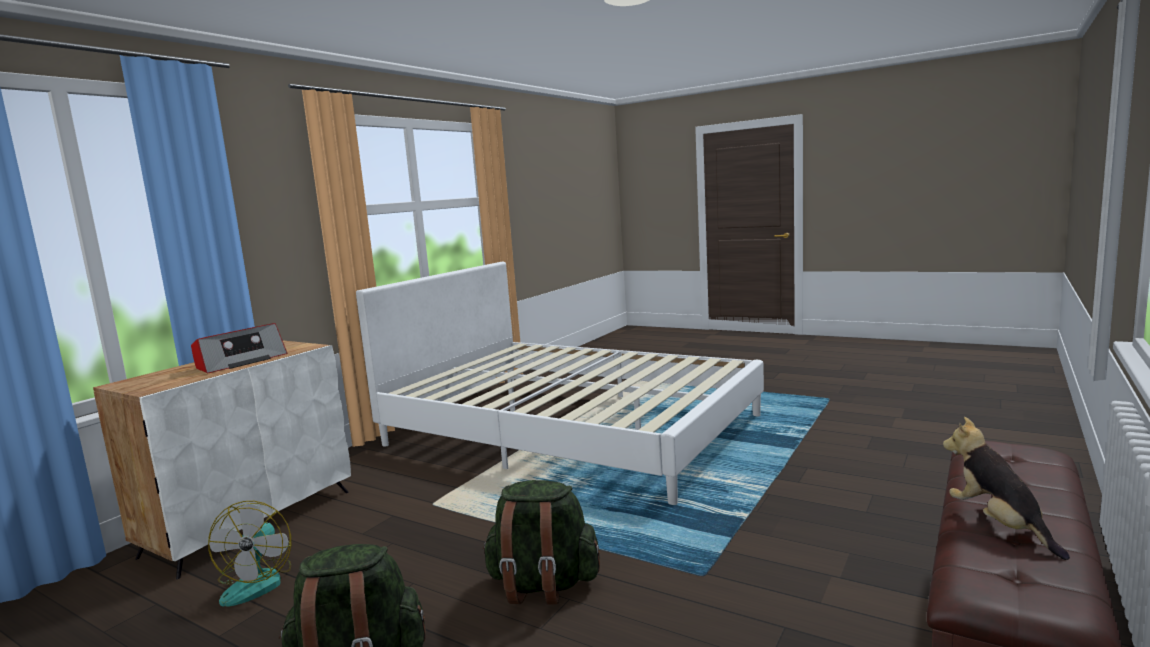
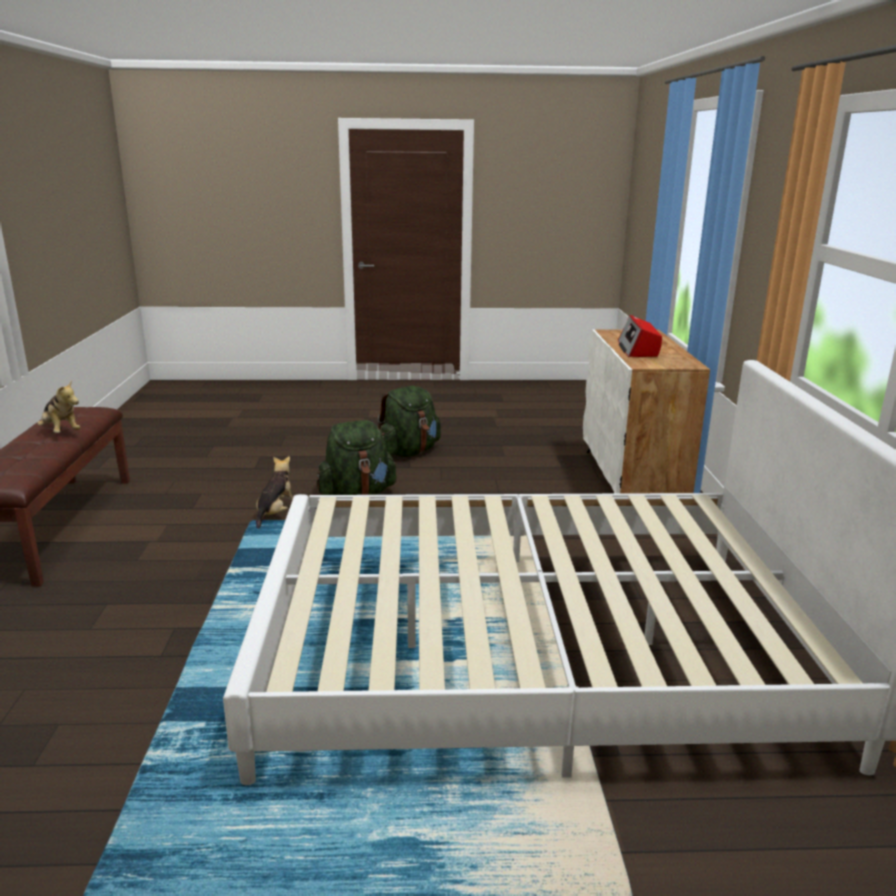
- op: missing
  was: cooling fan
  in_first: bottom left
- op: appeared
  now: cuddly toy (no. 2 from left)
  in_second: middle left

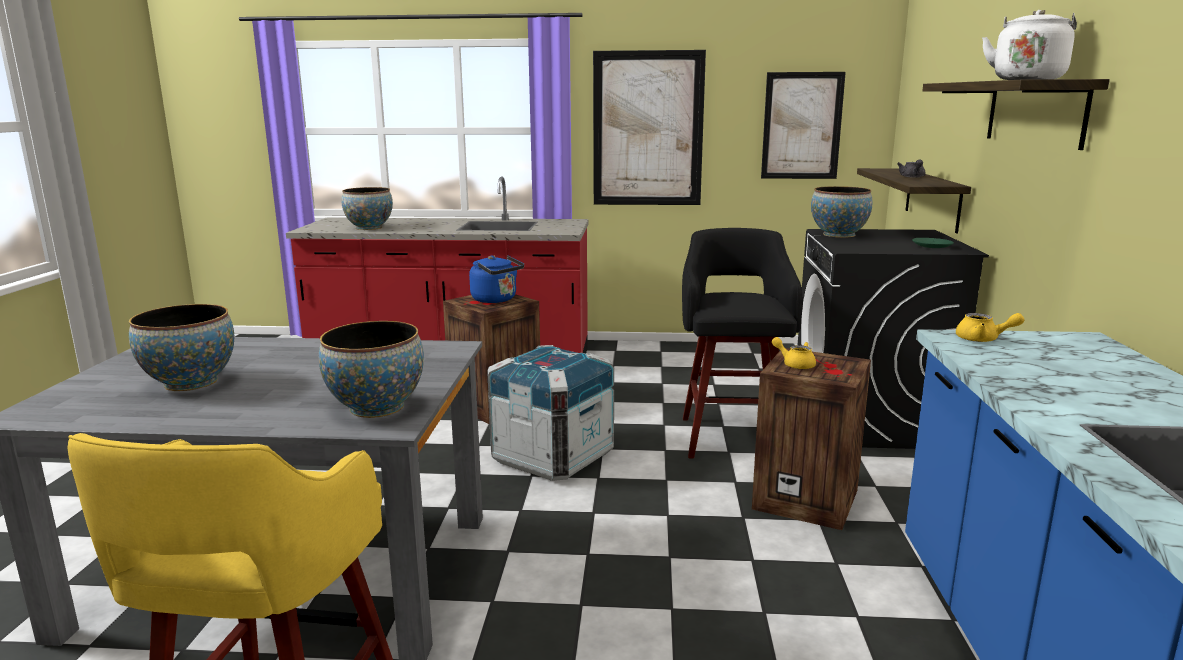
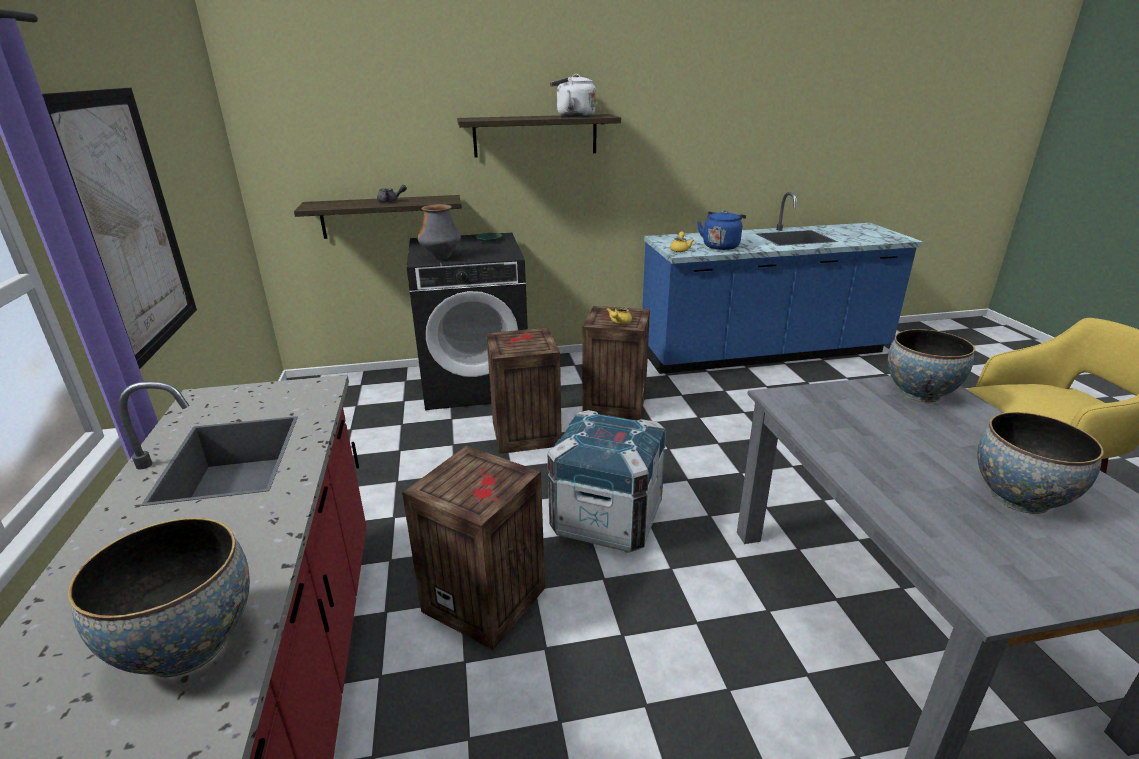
- op: relocated
  was: blue-coloured water kettle
  in_first: centre
  in_second: top centre
- op: exchanged
  was: black-coloured stool
  now: shipping crate (no. 2 from left)
  in_first: centre
  in_second: centre
- op: missing
  was: wall picture (no. 2 from left)
  in_first: top right
- op: exchanged
  was: serving bowl (no. 4 from left)
  now: flower vase
  in_first: top right
  in_second: top centre

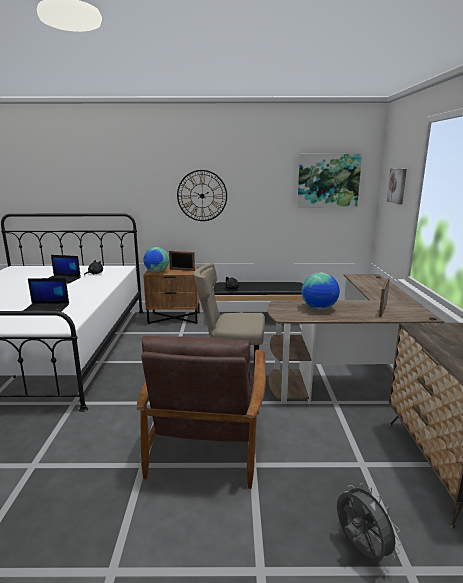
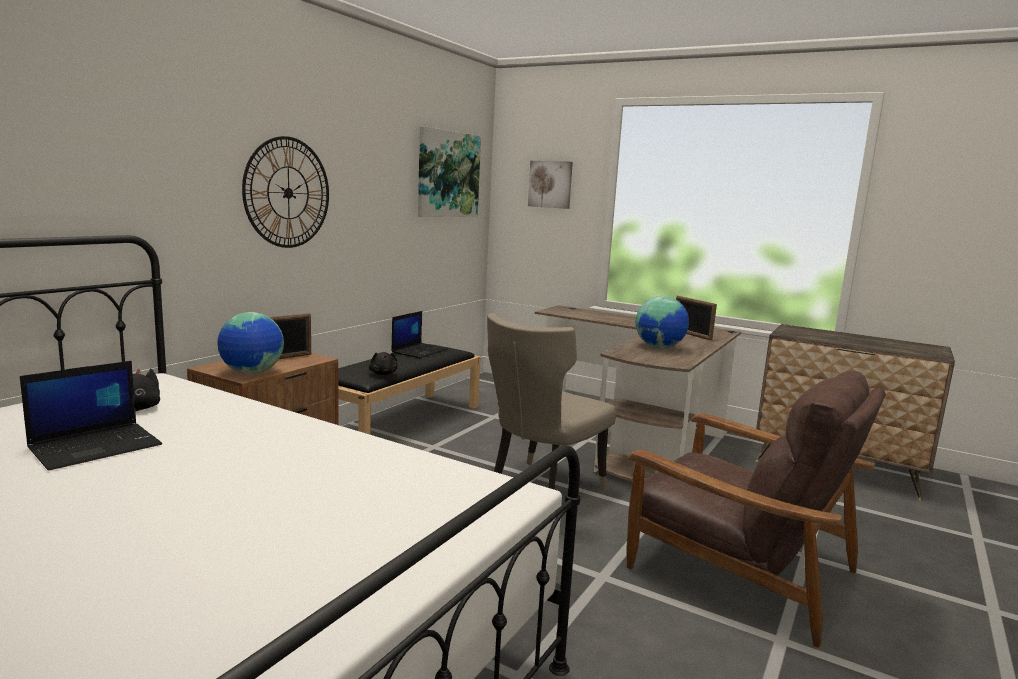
- op: relocated
  was: notebook computer (no. 1 from left in the first image)
  now: notebook computer (no. 2 from left)
  in_first: middle left
  in_second: centre
- op: missing
  was: gray cooling fan
  in_first: bottom right

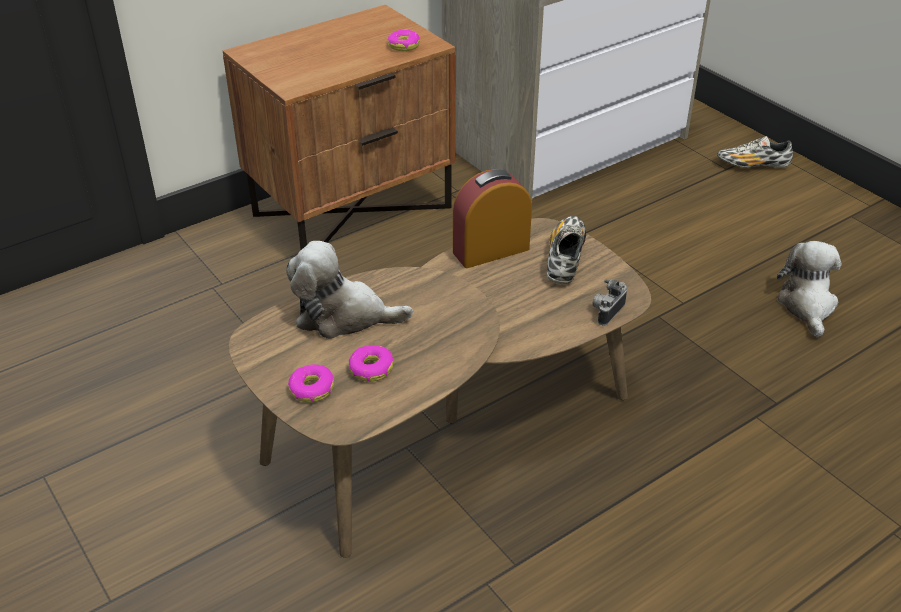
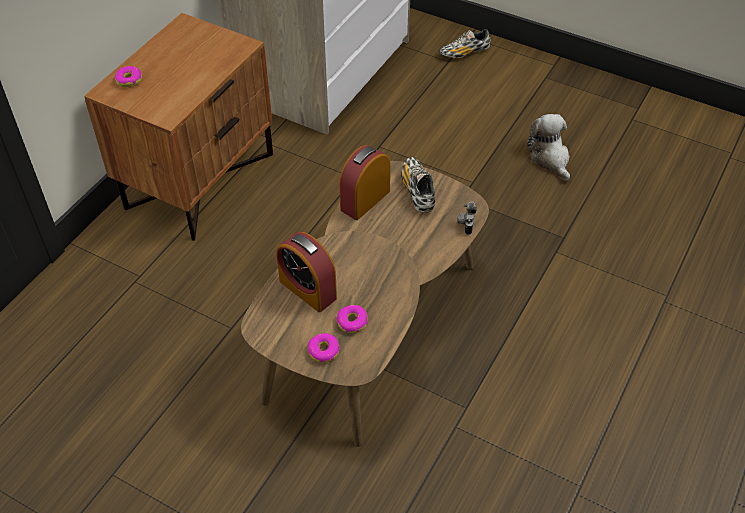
- op: exchanged
  was: cuddly toy (no. 1 from left)
  now: bedside clock (no. 1 from left)
  in_first: centre
  in_second: centre
- op: relocated
  was: ring doughnut (no. 3 from left in the first image)
  now: ring doughnut (no. 1 from left)
  in_first: top centre
  in_second: top left

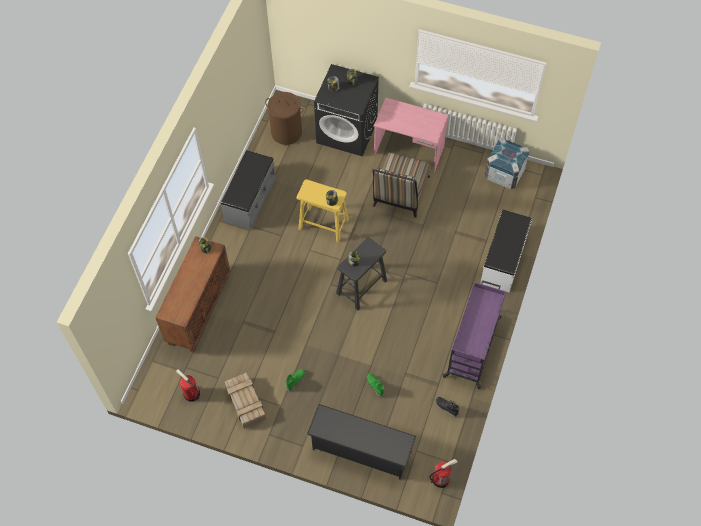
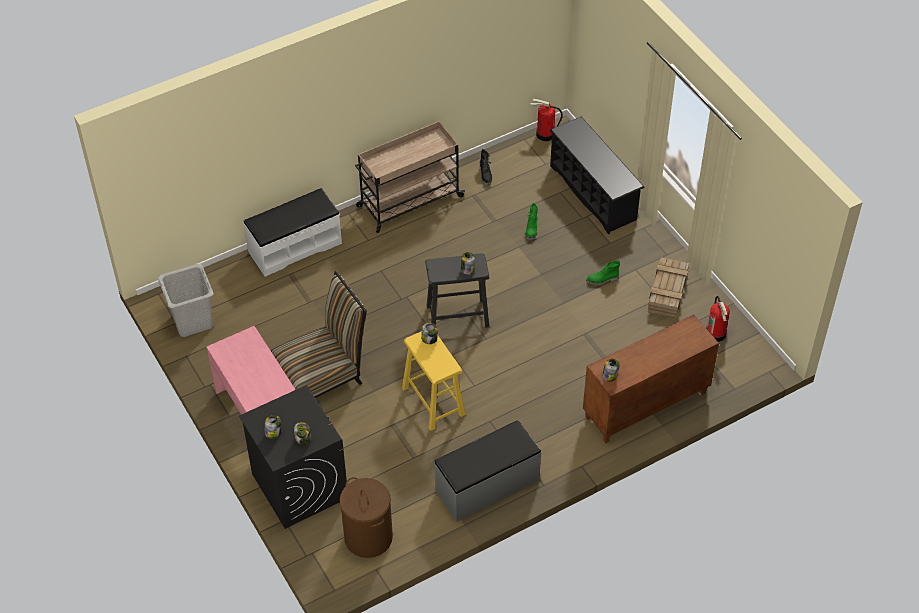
- op: colour
  was: purplish cart
  now: sand-coloured cart
  in_first: middle right
  in_second: top centre
- op: exchanged
  was: shipping crate (no. 2 from left)
  now: gray laundry basket
  in_first: top right
  in_second: middle left

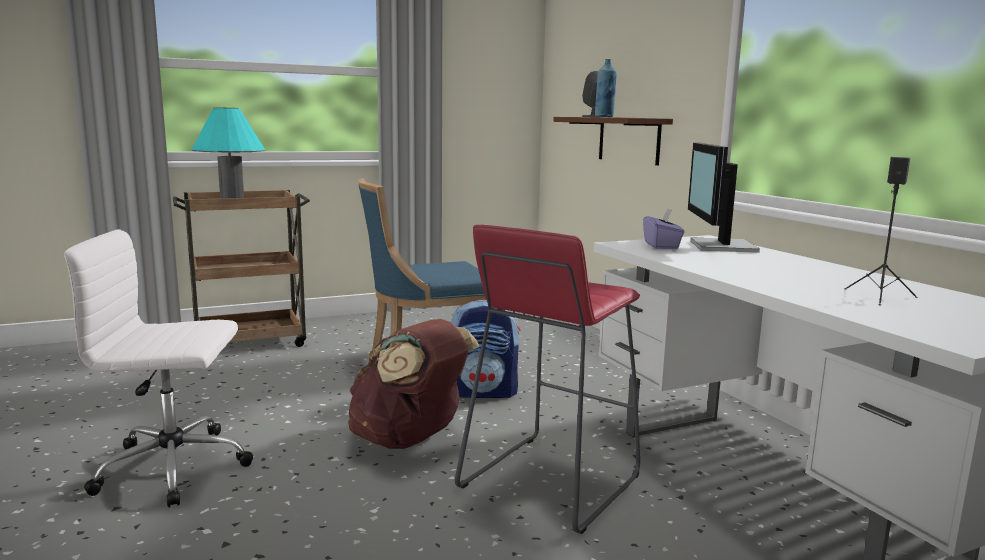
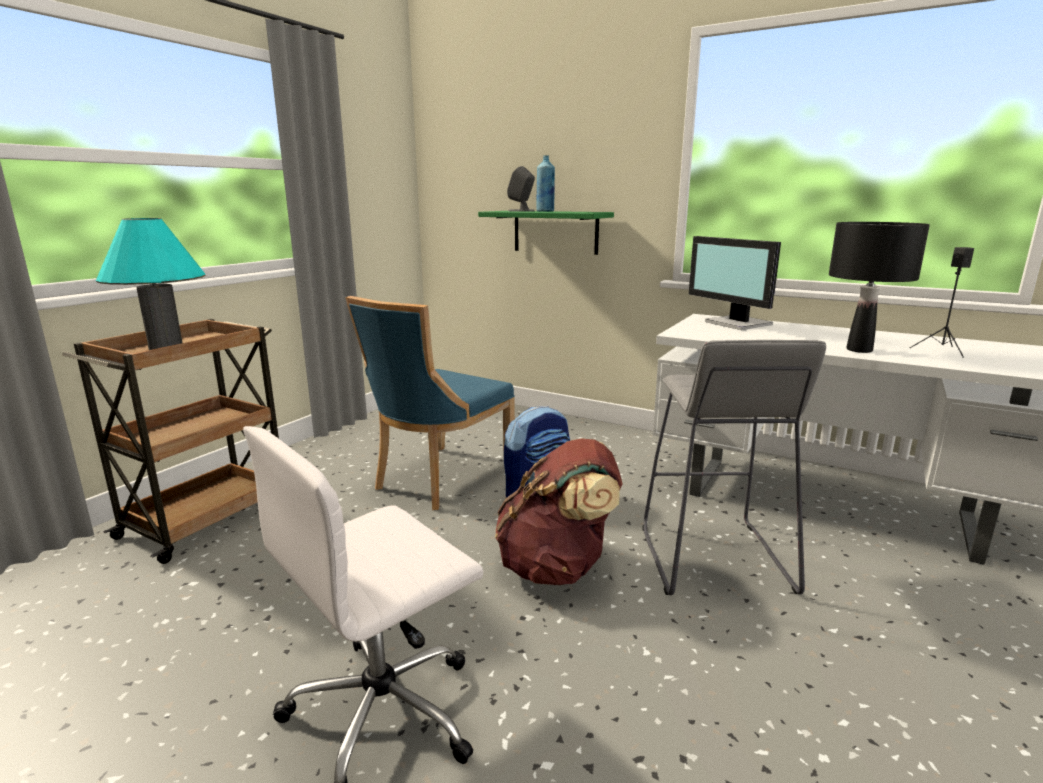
- op: colour
  was: red-coloured stool
  now: gray stool
  in_first: bottom centre
  in_second: middle right
- op: colour
  was: brown wall shelf
  now: green wall shelf
  in_first: top centre
  in_second: top centre
- op: missing
  was: purplish box of tissues
  in_first: middle right
- op: appeared
  now: black-coloured tabletop lamp
  in_second: middle right

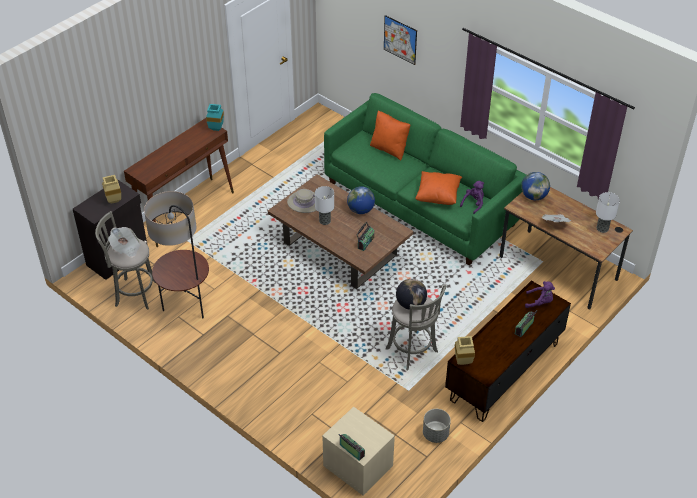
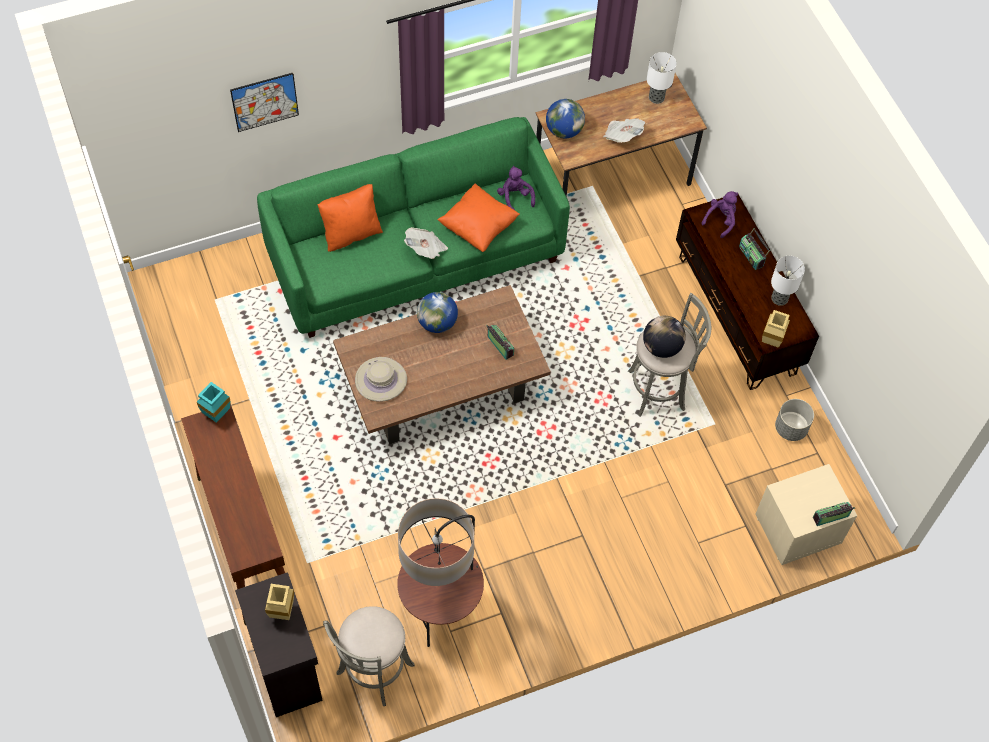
- op: relocated
  was: daily paper (no. 1 from left)
  in_first: middle left
  in_second: top centre
- op: relocated
  was: tabletop lamp (no. 1 from left in the first image)
  now: tabletop lamp (no. 2 from left)
  in_first: centre
  in_second: middle right

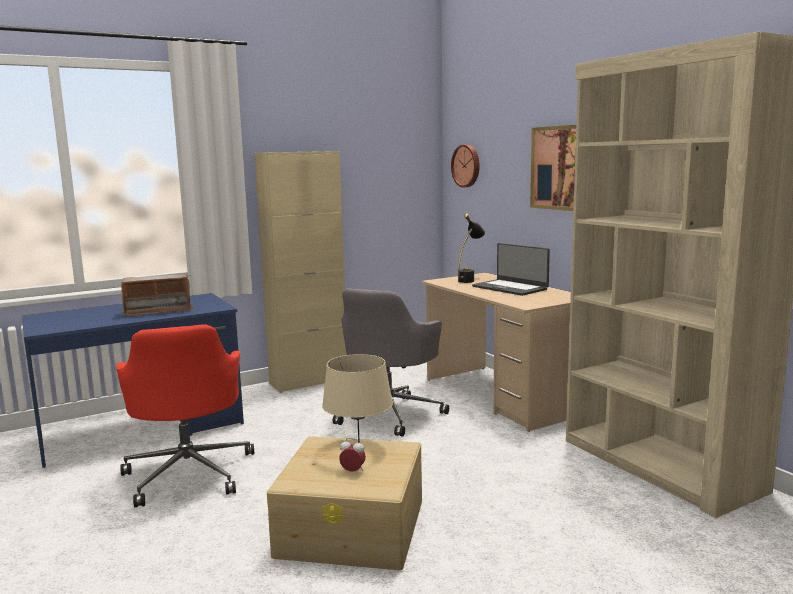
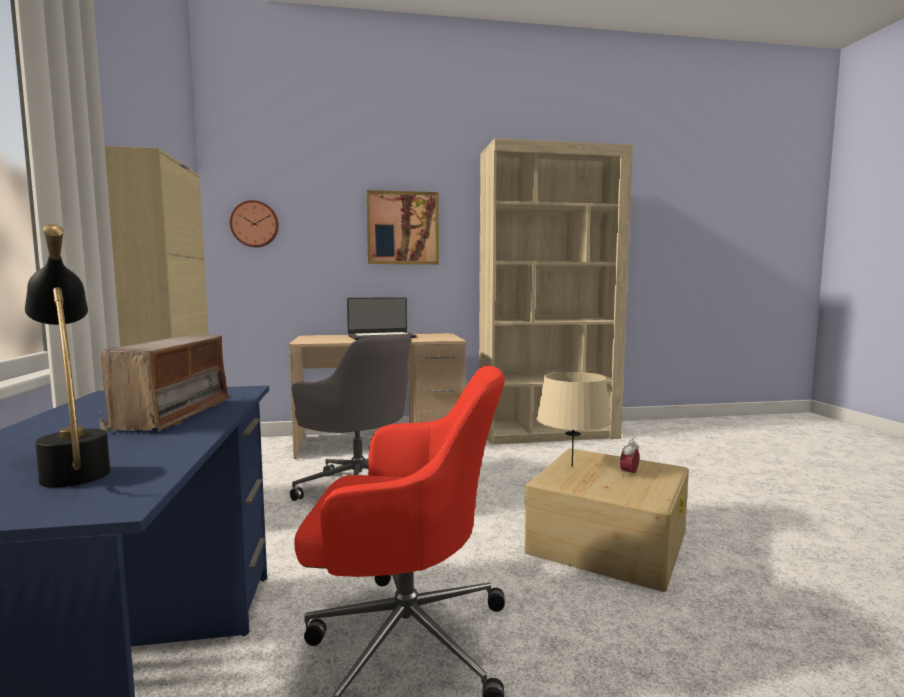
- op: relocated
  was: black-coloured tabletop lamp
  in_first: centre
  in_second: middle left

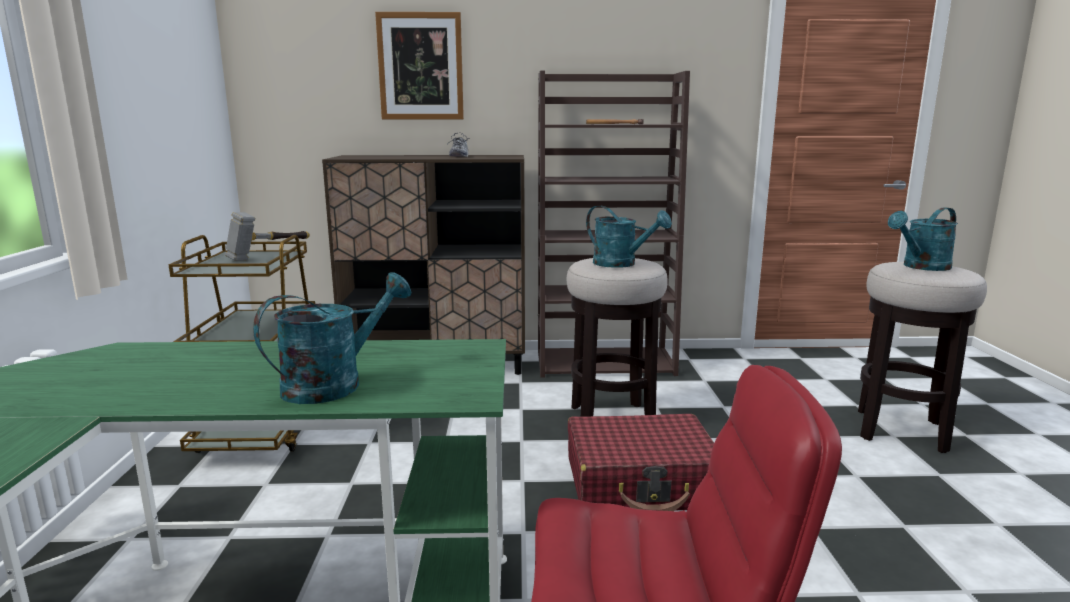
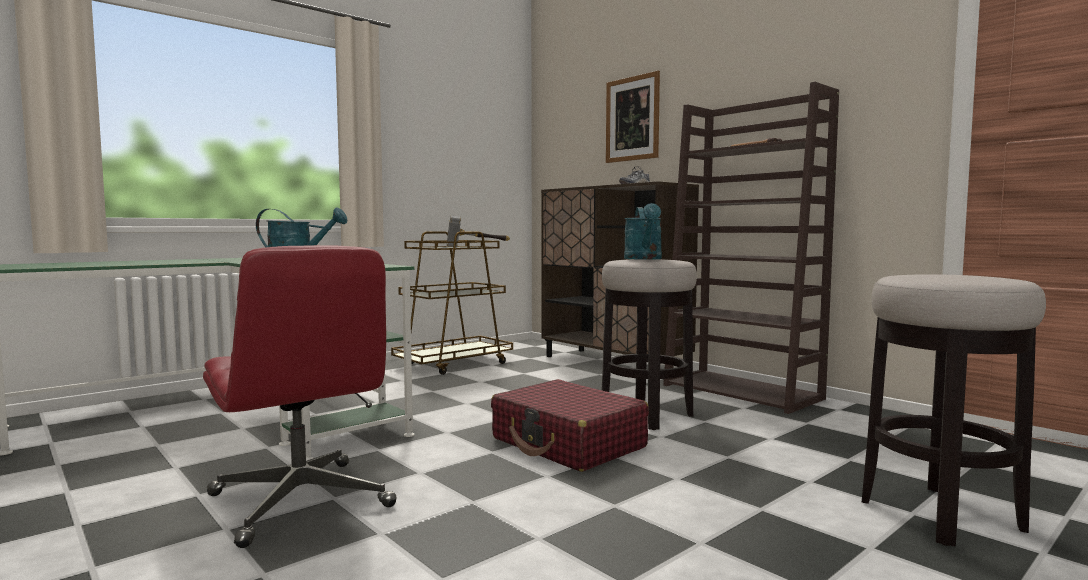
- op: missing
  was: blue-green watering pot (no. 3 from left)
  in_first: middle right

